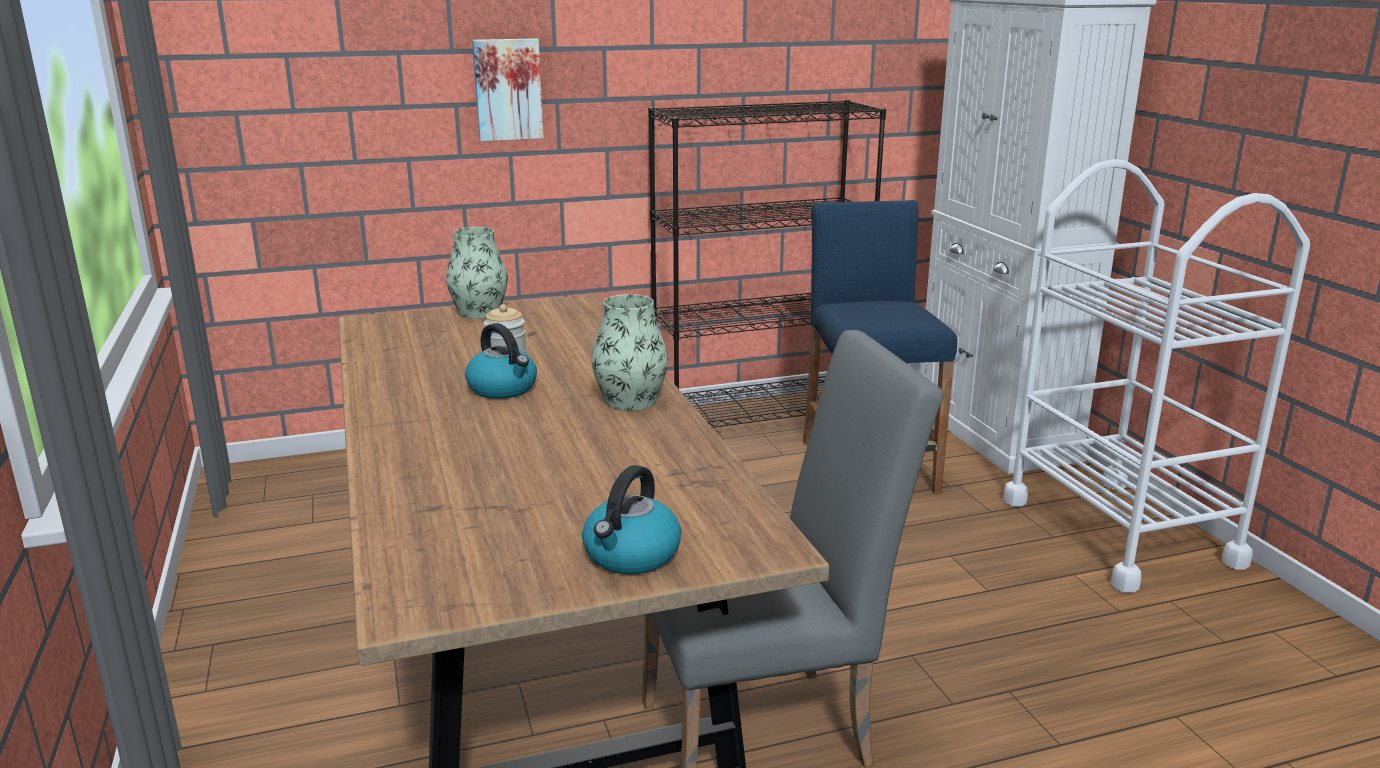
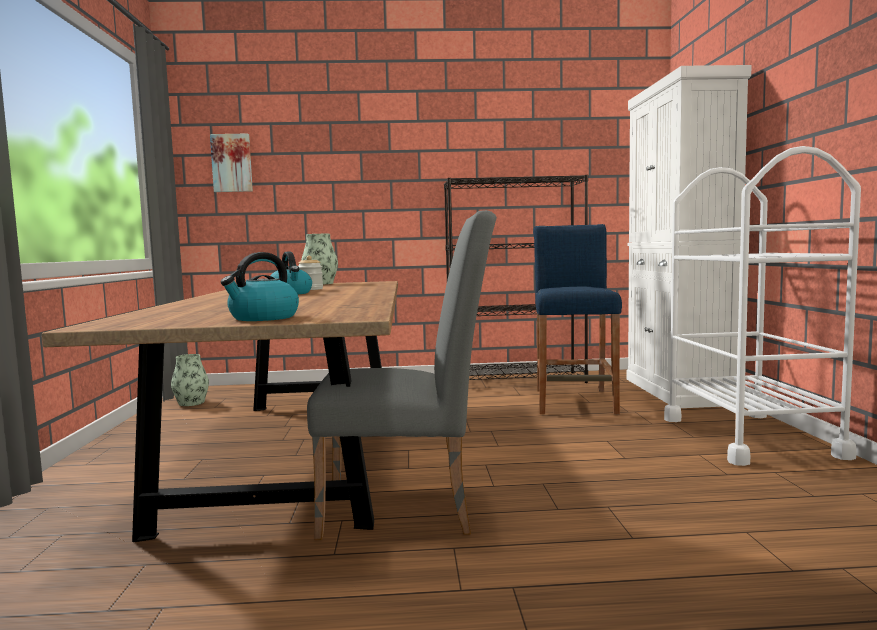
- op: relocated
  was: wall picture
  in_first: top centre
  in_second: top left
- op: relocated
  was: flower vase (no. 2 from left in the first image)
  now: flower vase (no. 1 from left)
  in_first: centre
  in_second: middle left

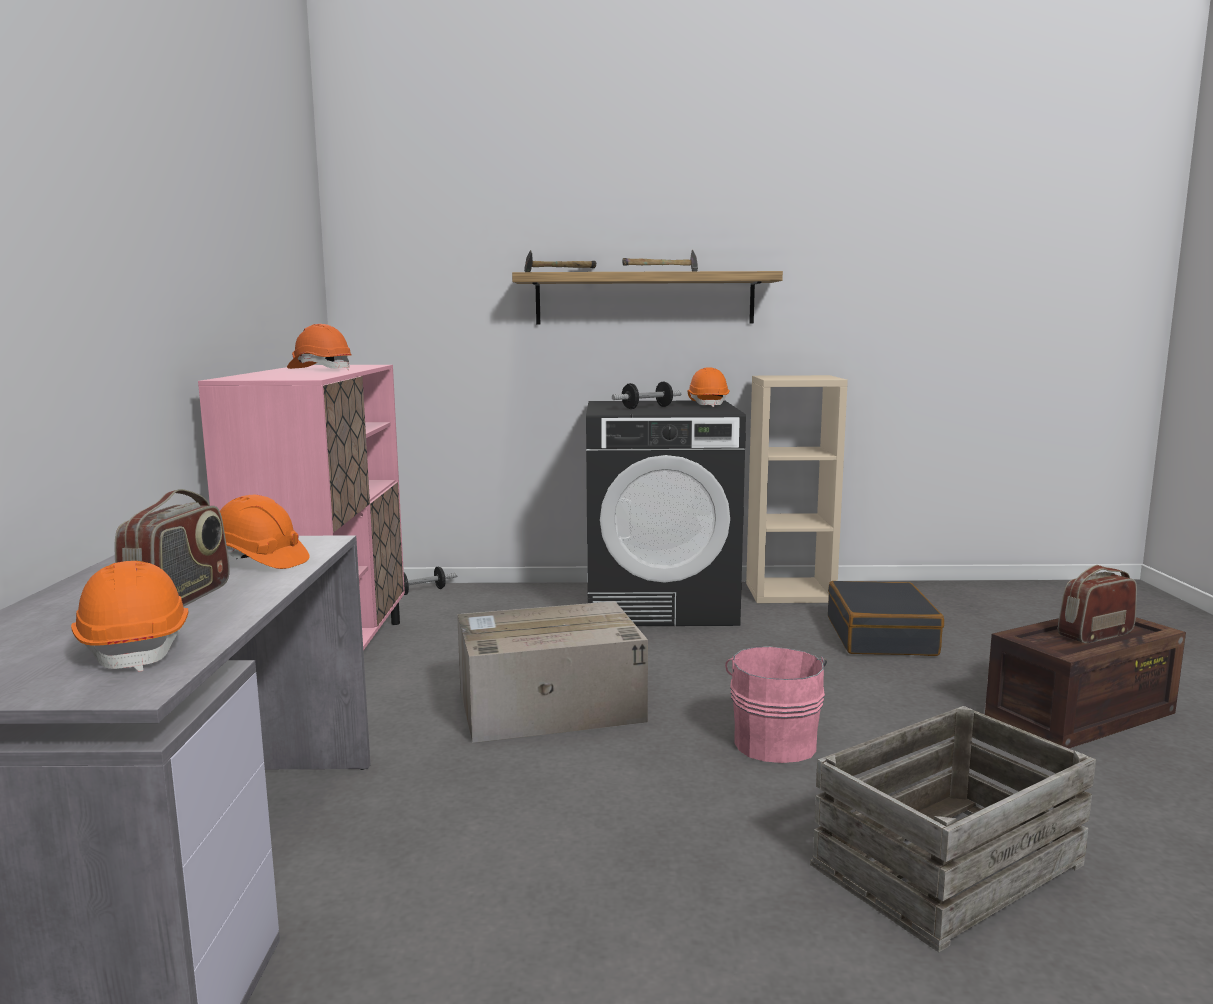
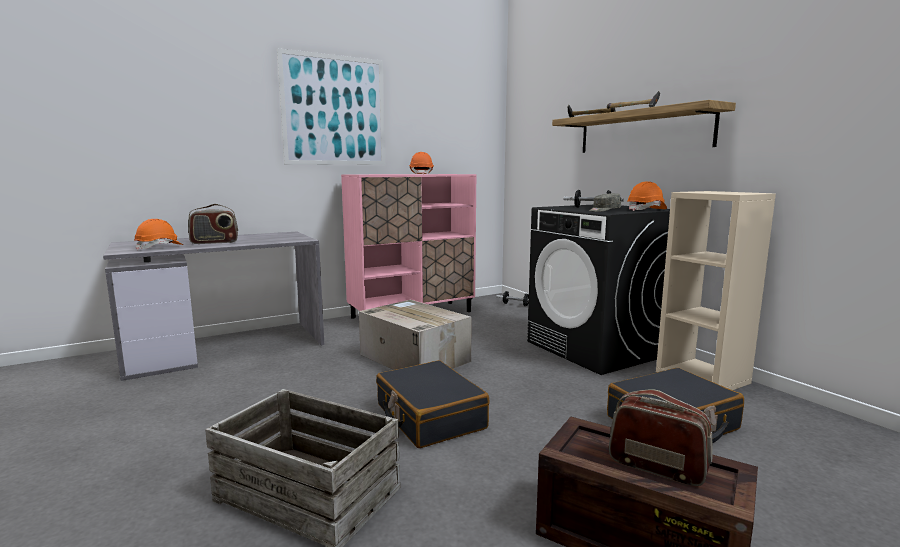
- op: missing
  was: orange-coloured hard hat (no. 2 from left)
  in_first: middle left
- op: exchanged
  was: pink-coloured water bucket
  now: black-coloured travel case (no. 1 from left)
  in_first: bottom centre
  in_second: bottom centre
- op: appeared
  now: wall picture
  in_second: top centre
- op: appeared
  now: gray cap
  in_second: middle right

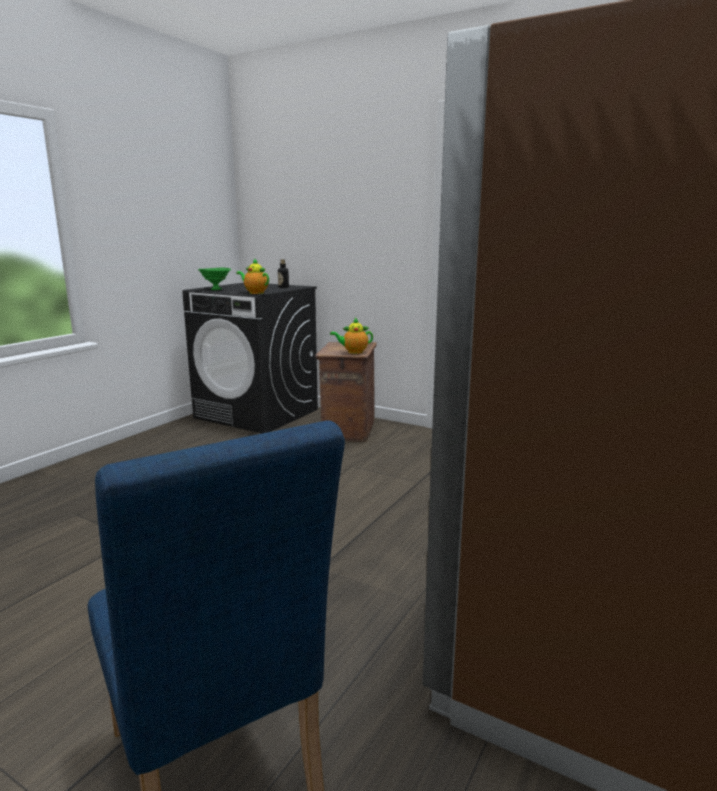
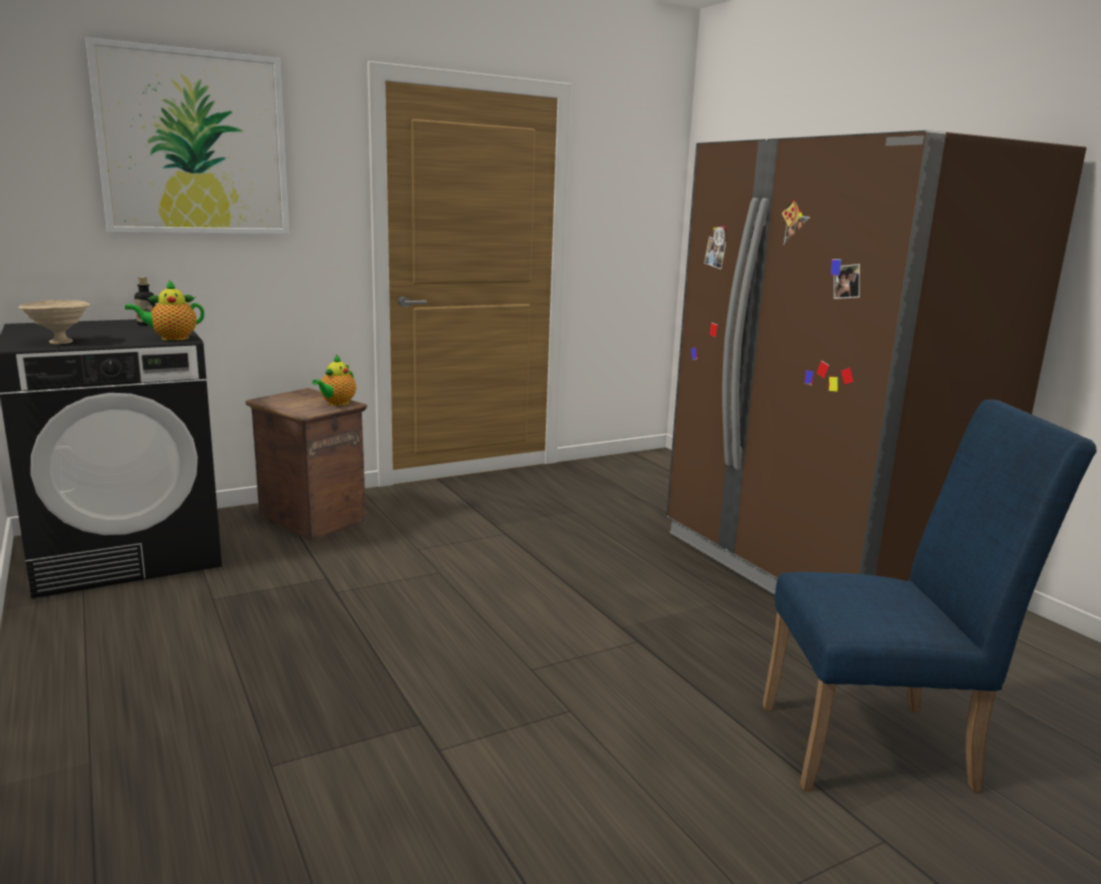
- op: colour
  was: green serving bowl
  now: sand-coloured serving bowl
  in_first: middle left
  in_second: middle left
- op: appeared
  now: wall picture
  in_second: top left

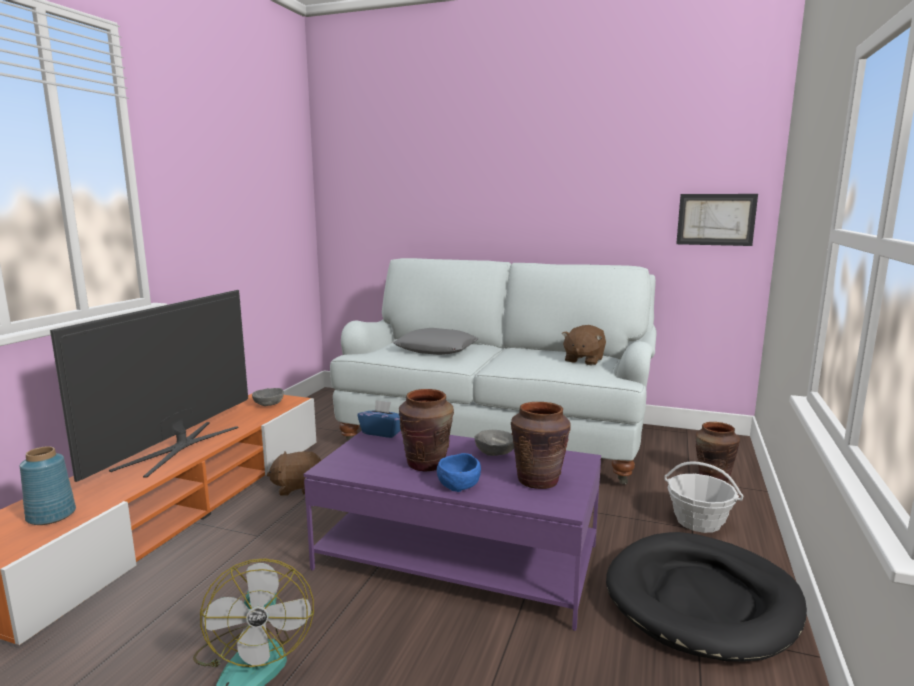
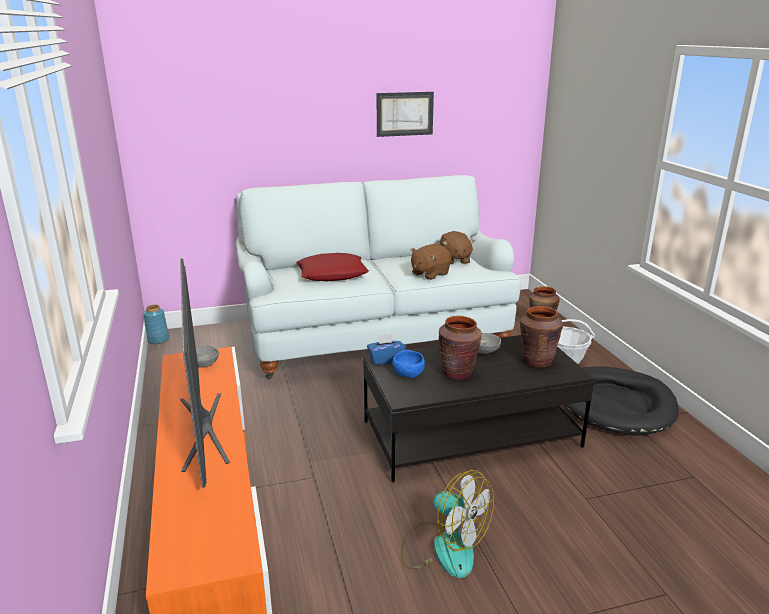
- op: relocated
  was: blue-coloured flower vase
  in_first: bottom left
  in_second: middle left
- op: relocated
  was: brown cuddly toy (no. 1 from left)
  in_first: bottom left
  in_second: centre
- op: colour
  was: purplish lounge table
  now: black-coloured lounge table
  in_first: bottom centre
  in_second: centre
- op: colour
  was: gray throw pillow
  now: red-coloured throw pillow
  in_first: centre
  in_second: centre
- op: relocated
  was: blue-coloured serving bowl
  in_first: bottom centre
  in_second: centre
- op: relocated
  was: wall picture
  in_first: top right
  in_second: top centre

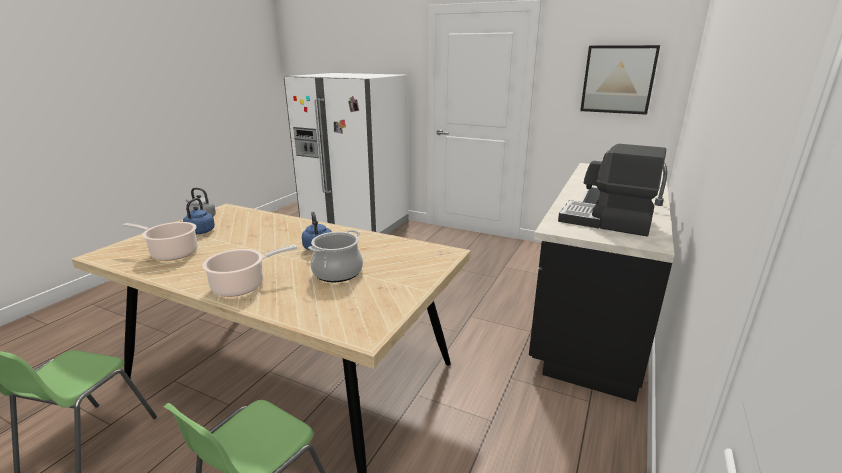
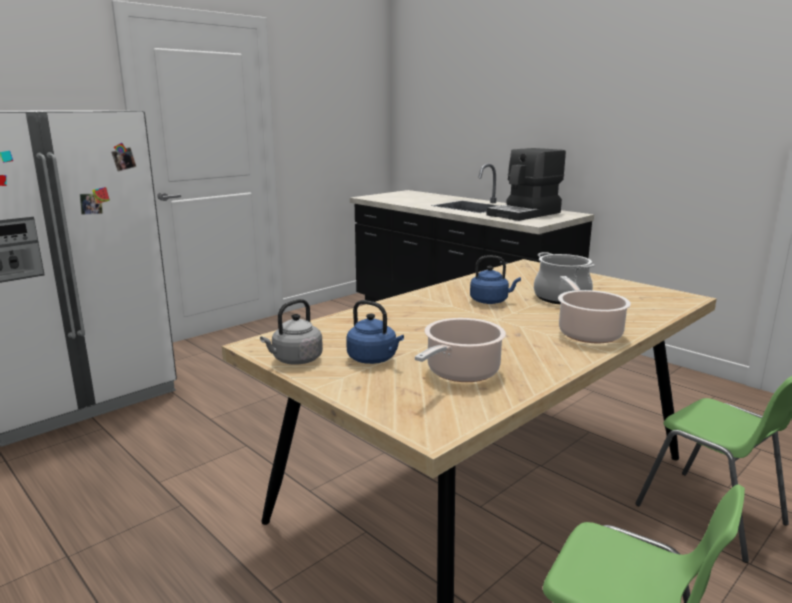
- op: missing
  was: wall picture
  in_first: top right

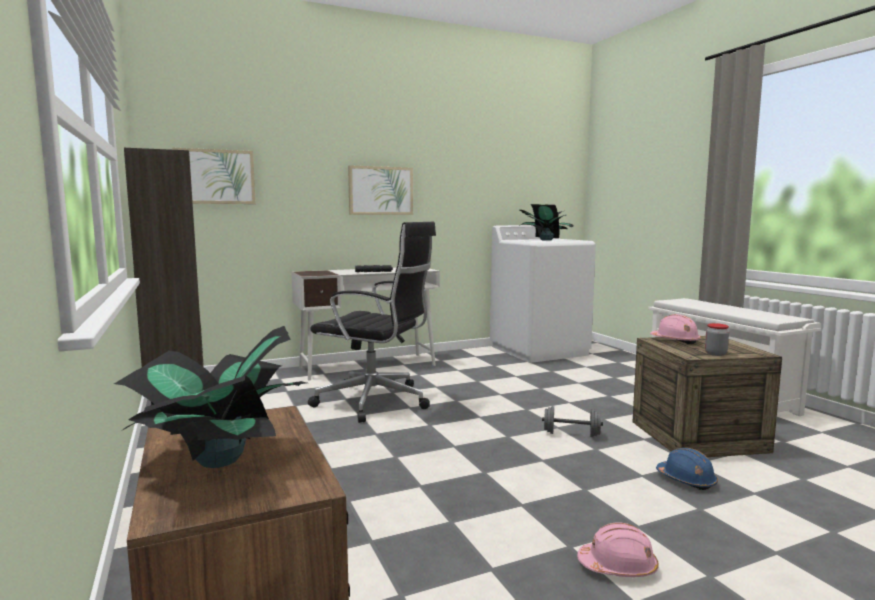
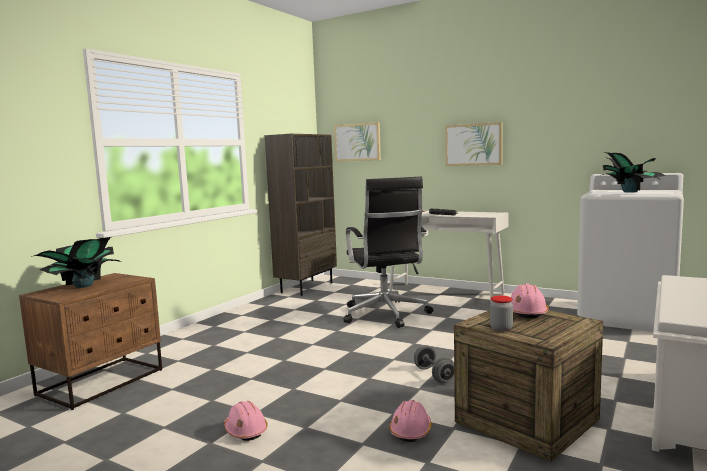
- op: colour
  was: blue-coloured hard hat
  now: pink-coloured hard hat (no. 2 from left)
  in_first: bottom right
  in_second: bottom centre

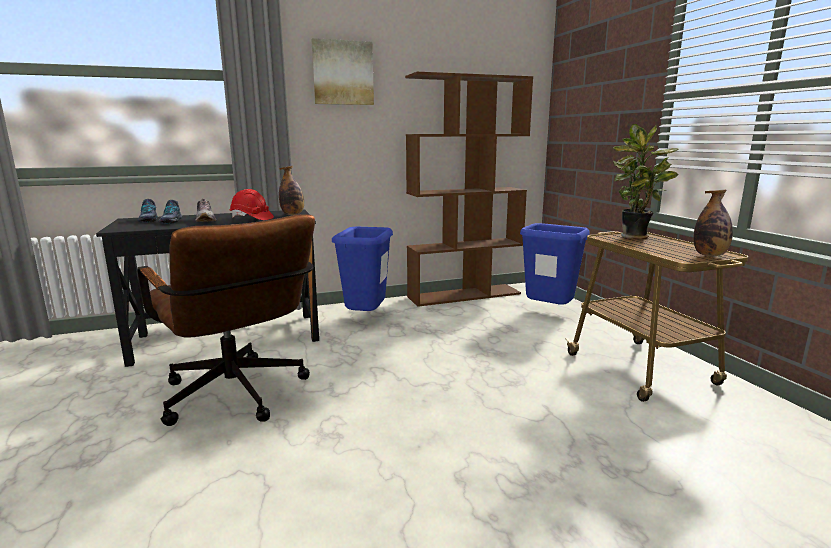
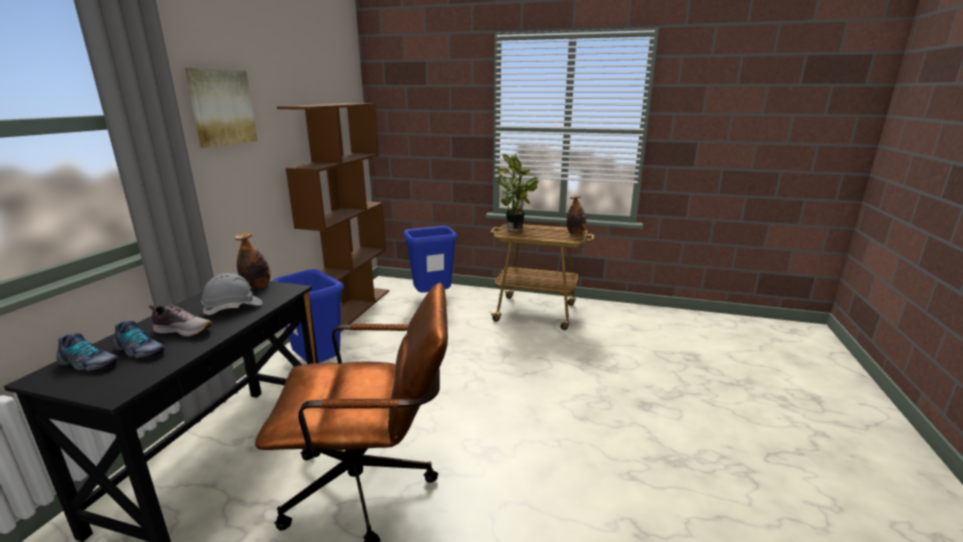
- op: colour
  was: red-coloured hard hat
  now: gray hard hat
  in_first: middle left
  in_second: middle left

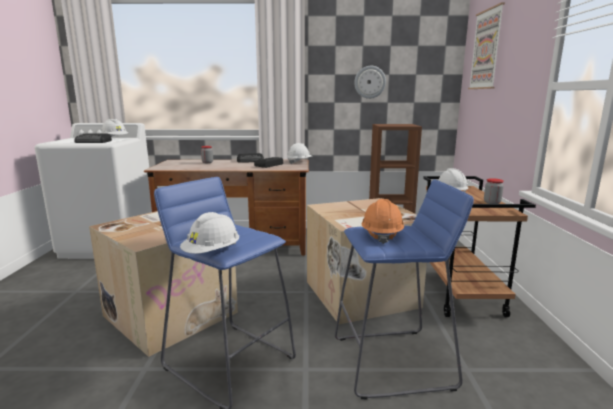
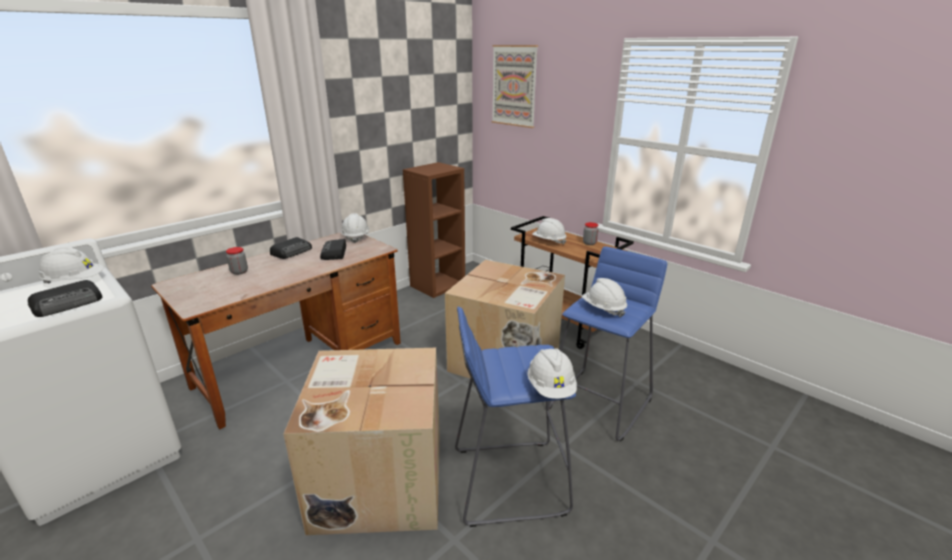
- op: missing
  was: clock on the wall
  in_first: top centre
- op: colour
  was: orange-coloured hard hat
  now: whitish hard hat (no. 5 from left)
  in_first: centre
  in_second: centre

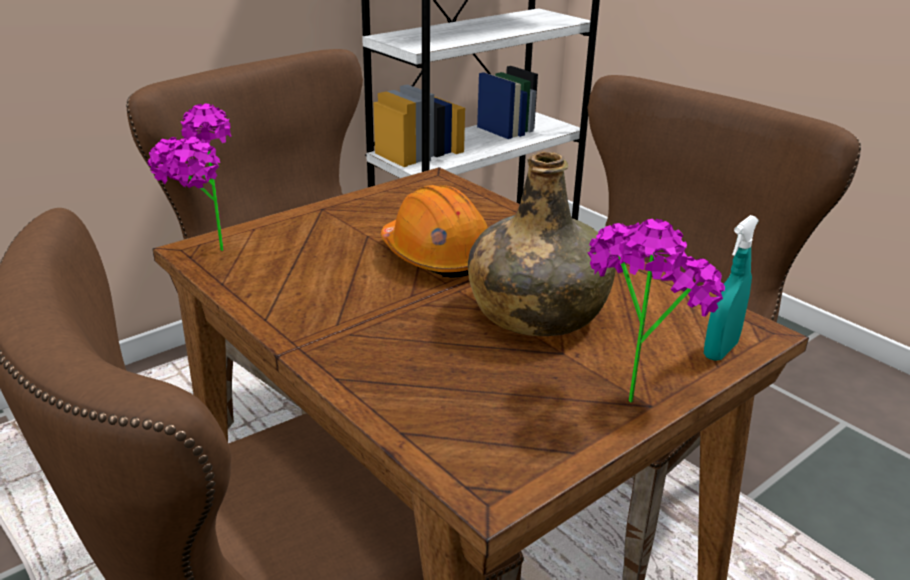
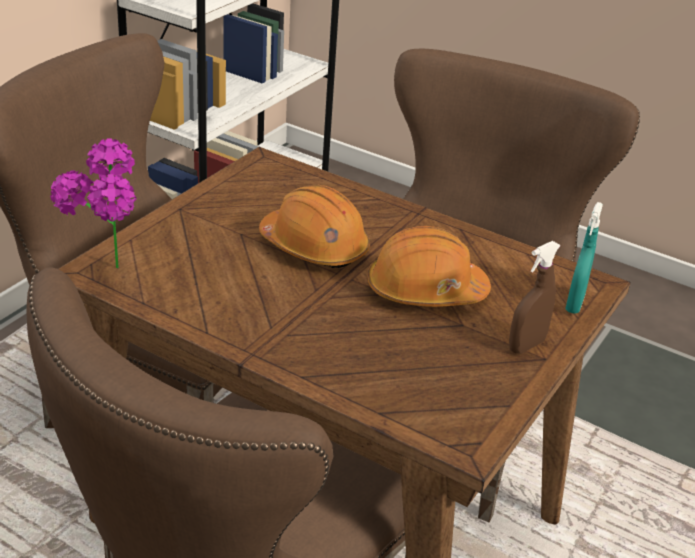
- op: exchanged
  was: green bottle
  now: orange-coloured hard hat (no. 2 from left)
  in_first: centre
  in_second: centre
- op: exchanged
  was: plant in a pot (no. 2 from left)
  now: brown hand sprayer
  in_first: middle right
  in_second: middle right

